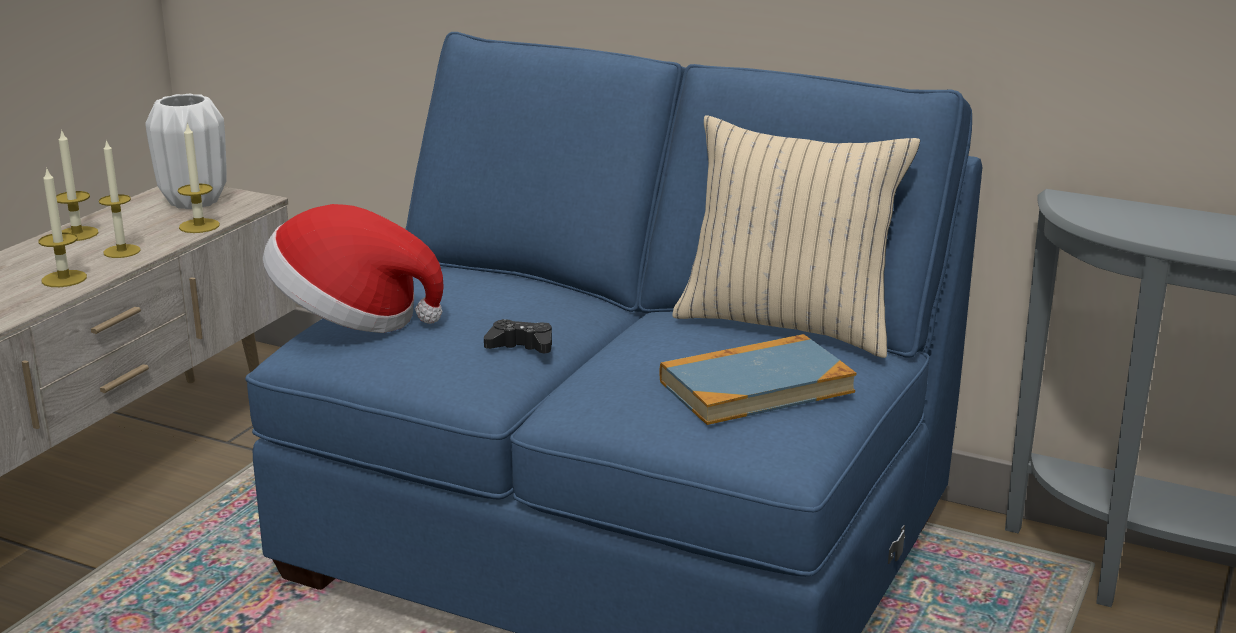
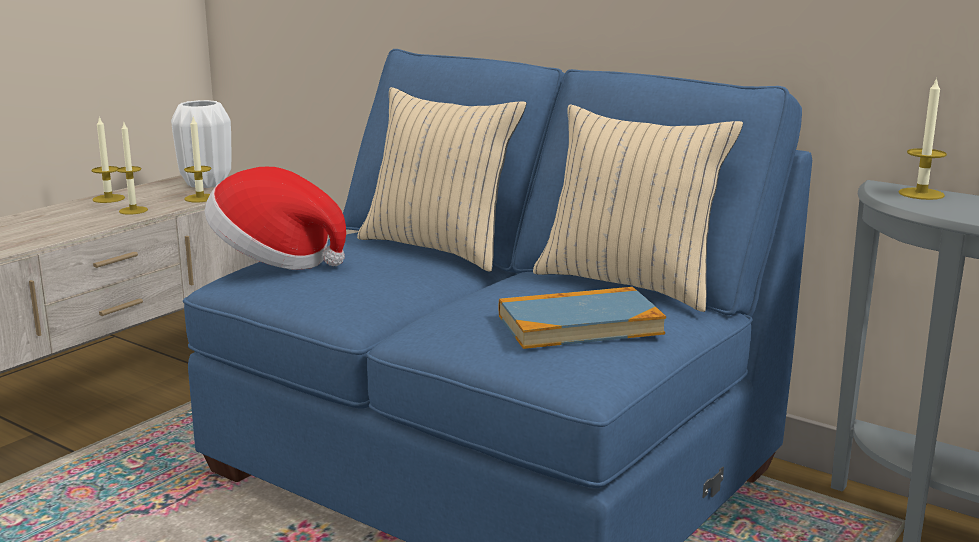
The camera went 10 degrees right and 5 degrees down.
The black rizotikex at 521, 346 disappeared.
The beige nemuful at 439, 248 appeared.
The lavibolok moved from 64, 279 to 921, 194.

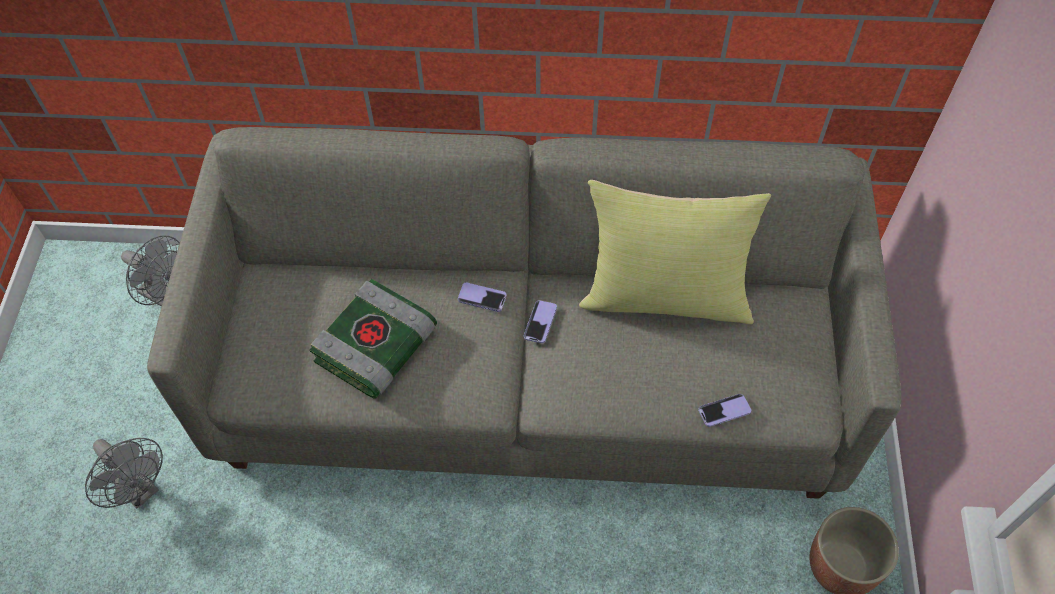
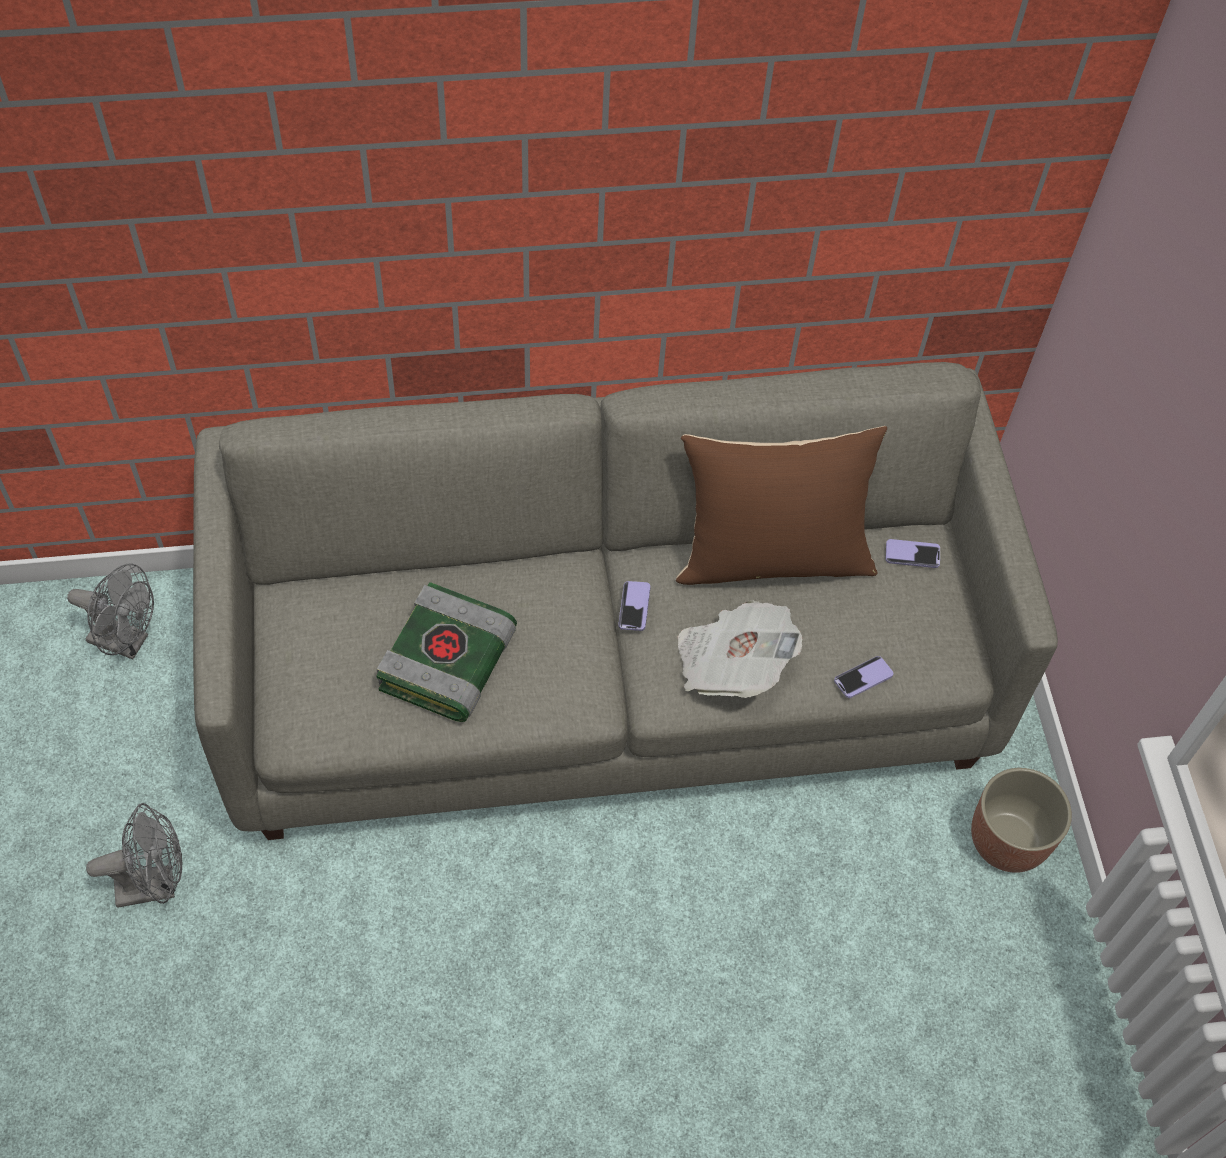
The camera went 15 degrees left and 0 degrees up.
The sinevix at 732, 664 appeared.
The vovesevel moved from 482, 298 to 912, 554.
The yellow nemuful at 666, 295 became the brown nemuful at 772, 556.
The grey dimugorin at 140, 490 turned 45 degrees counterclockwise.

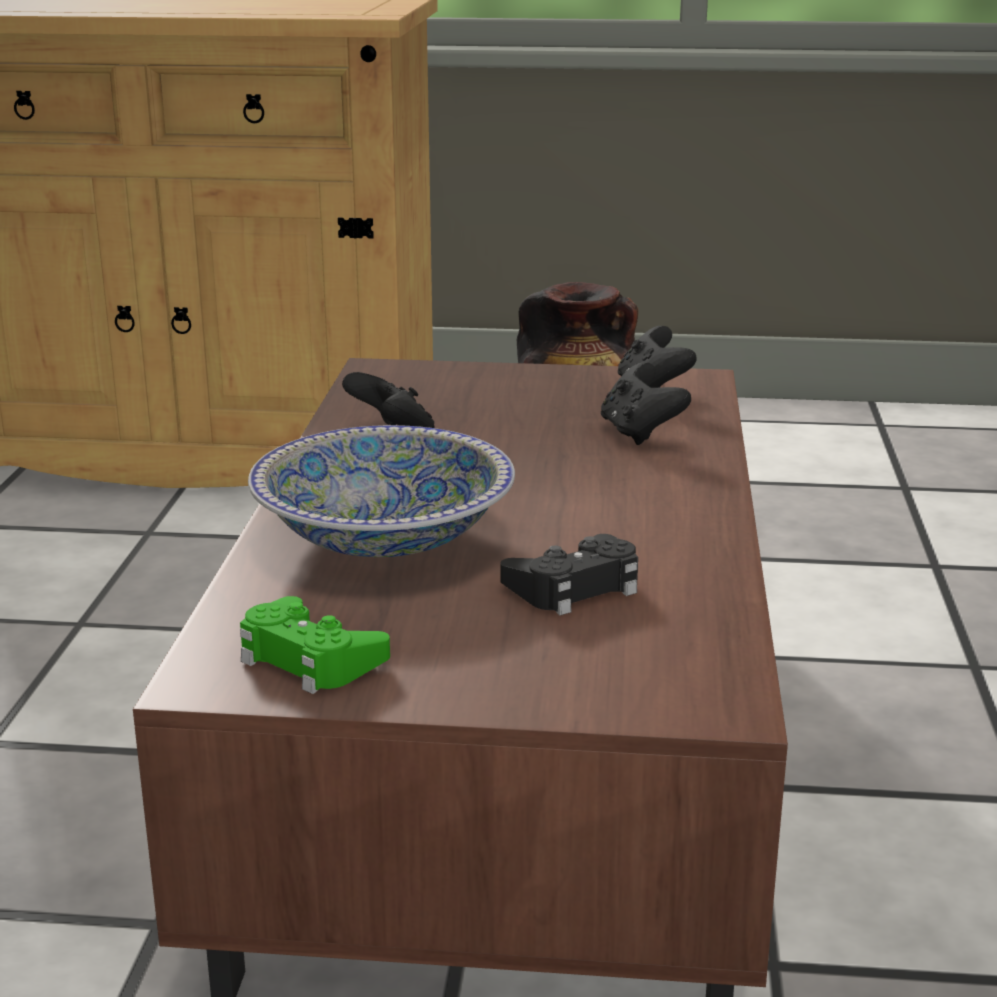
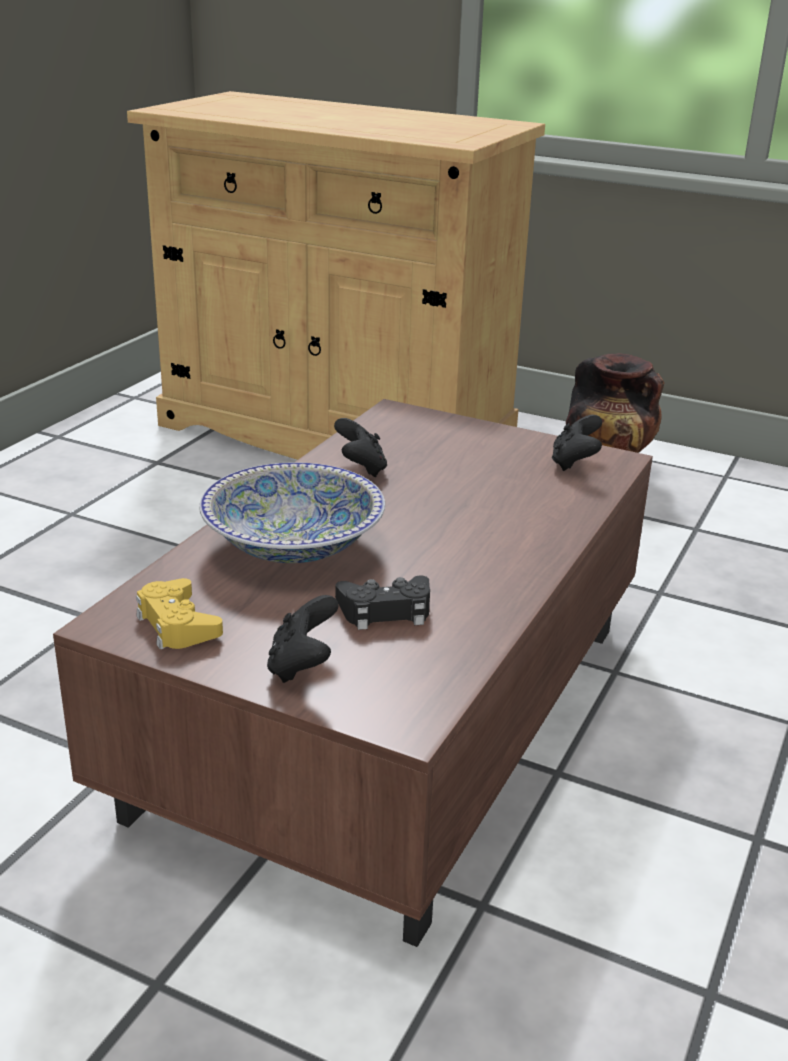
The camera went 20 degrees right and 5 degrees up.
The black rizotikex moved from 639, 433 to 302, 666.
The green rizotikex at 309, 659 became the yellow rizotikex at 177, 624.

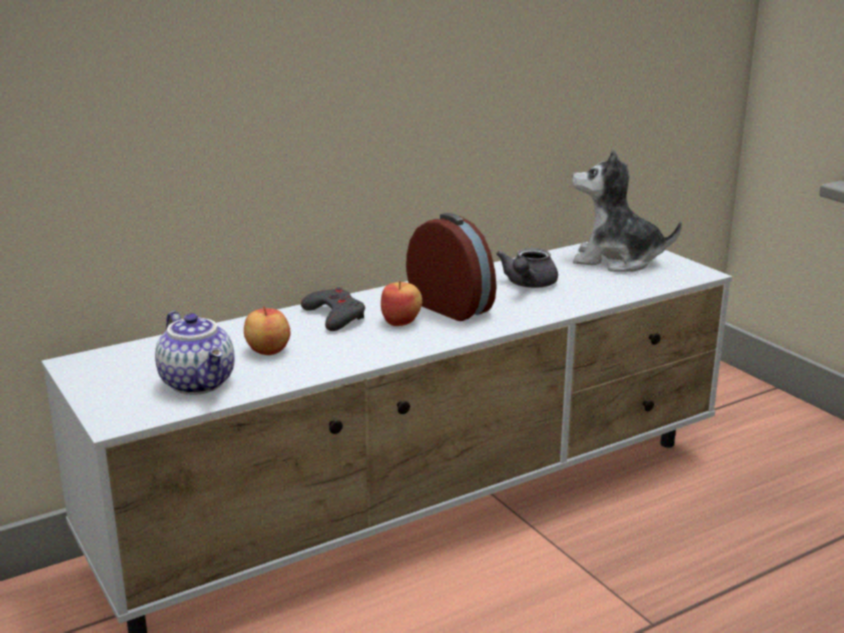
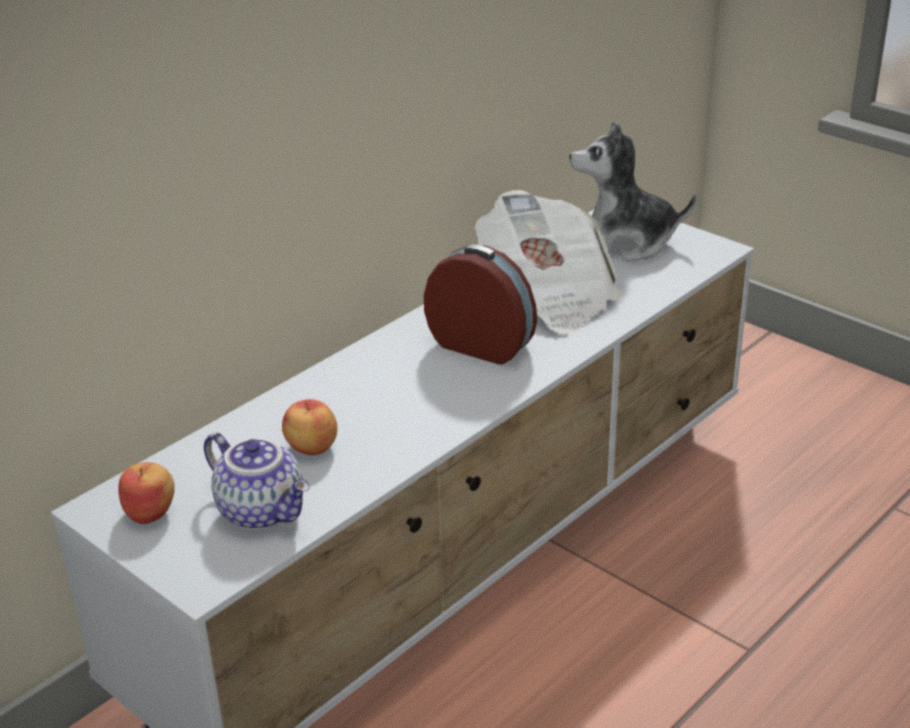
The camera went 15 degrees left and 10 degrees up.
The grey rizotikex at 335, 316 disappeared.
The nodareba moved from 401, 321 to 150, 512.
The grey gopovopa at 528, 284 was replaced by the sinevix at 547, 296.

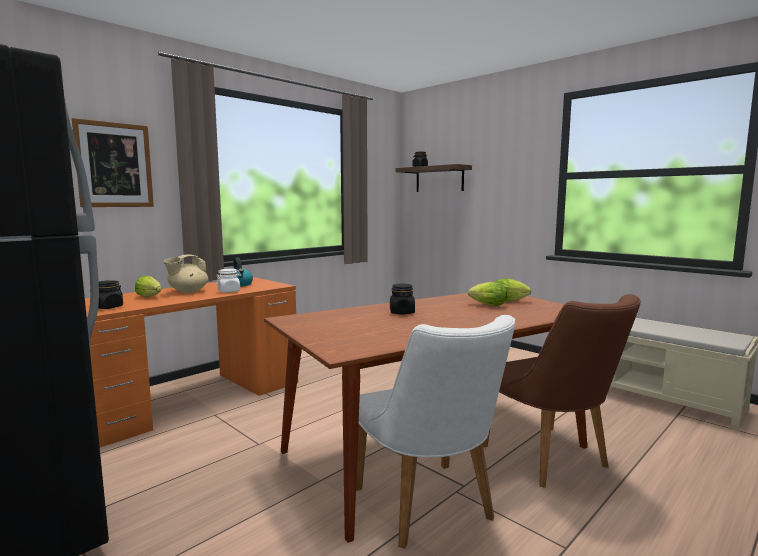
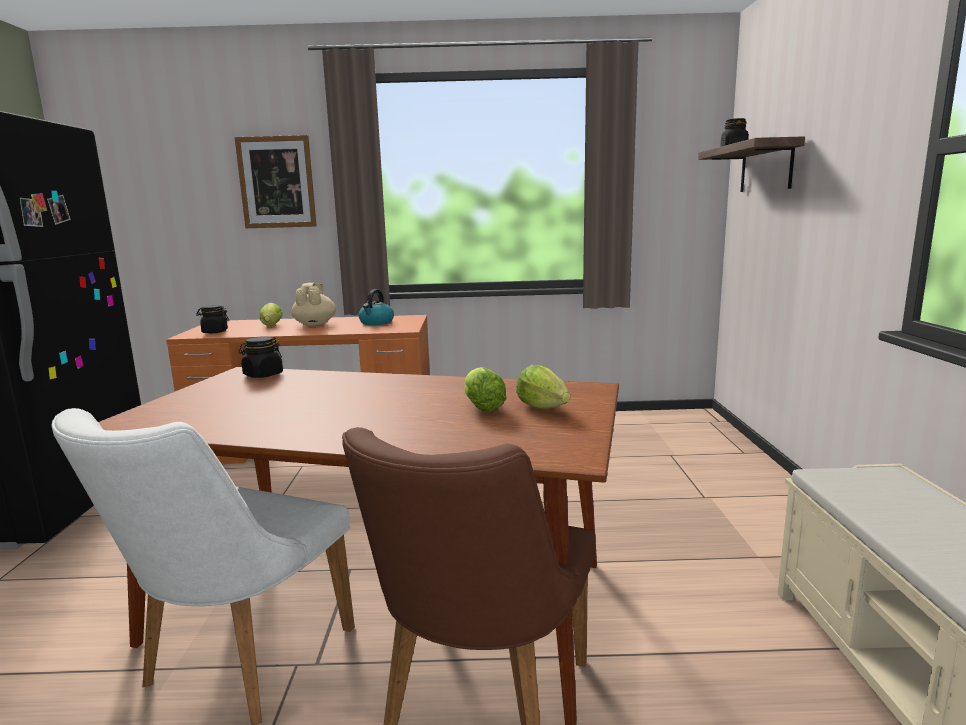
The camera went 45 degrees right and 5 degrees up.
The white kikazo at 229, 291 disappeared.
The black kikazo moved from 402, 312 to 263, 375.
The beige gopovopa at 188, 291 turned 90 degrees clockwise.

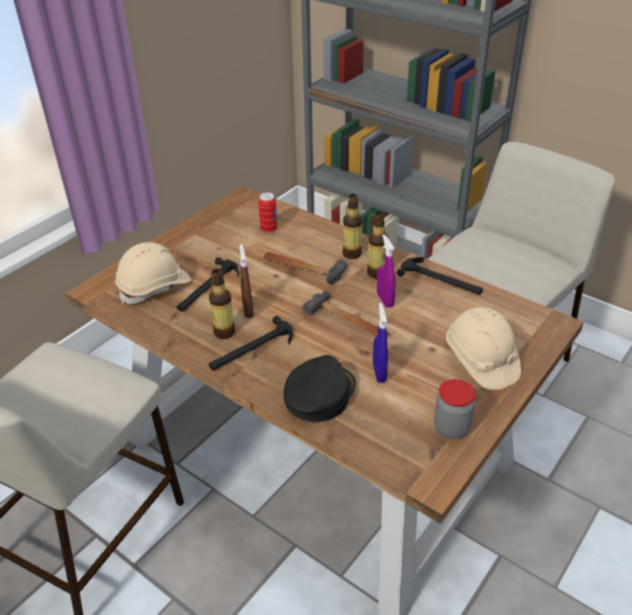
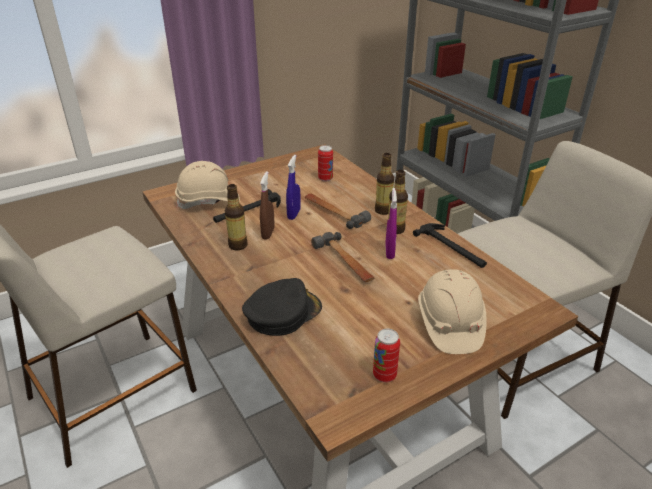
The camera went 20 degrees right and 5 degrees down.
The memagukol at 252, 349 disappeared.
The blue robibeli moved from 379, 373 to 294, 214.
The kikazo at 451, 428 was replaced by the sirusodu at 384, 375.

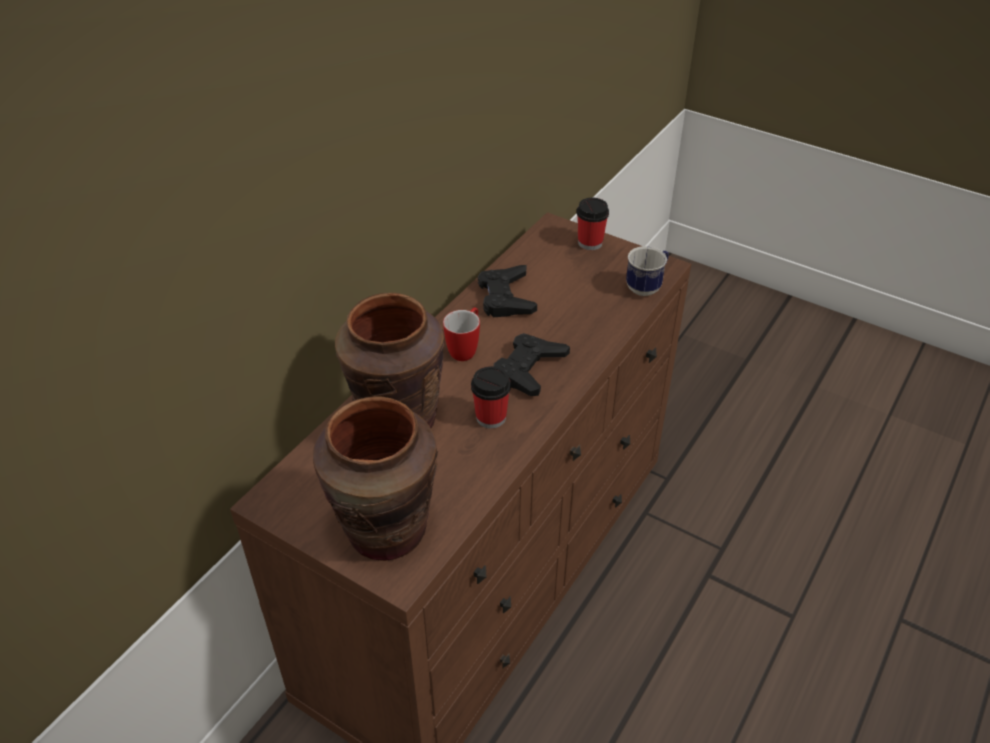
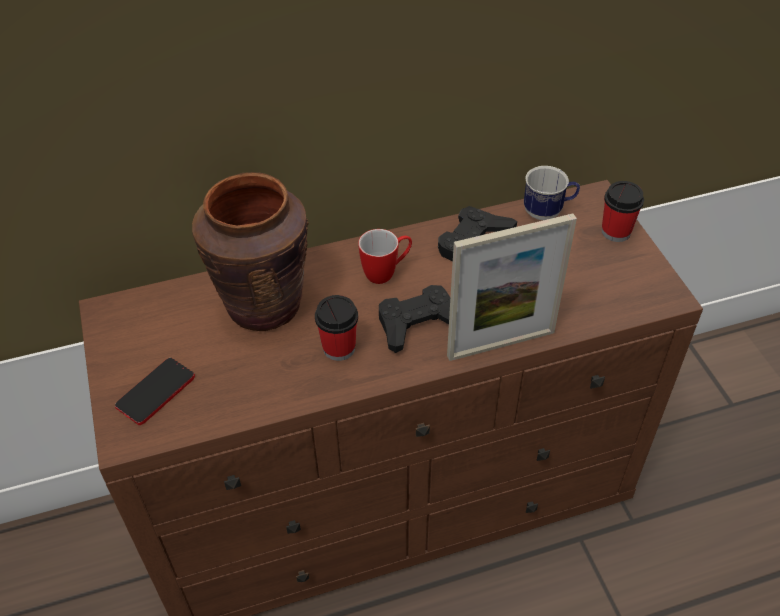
The camera went 40 degrees right and 5 degrees up.
The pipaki at 501, 344 appeared.
The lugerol moved from 647, 287 to 548, 212.
The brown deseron at 385, 531 was replaced by the vovesevel at 156, 392.

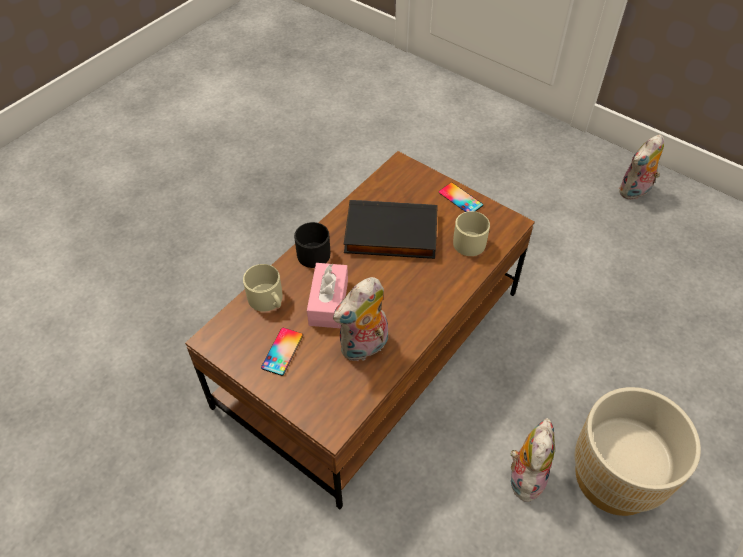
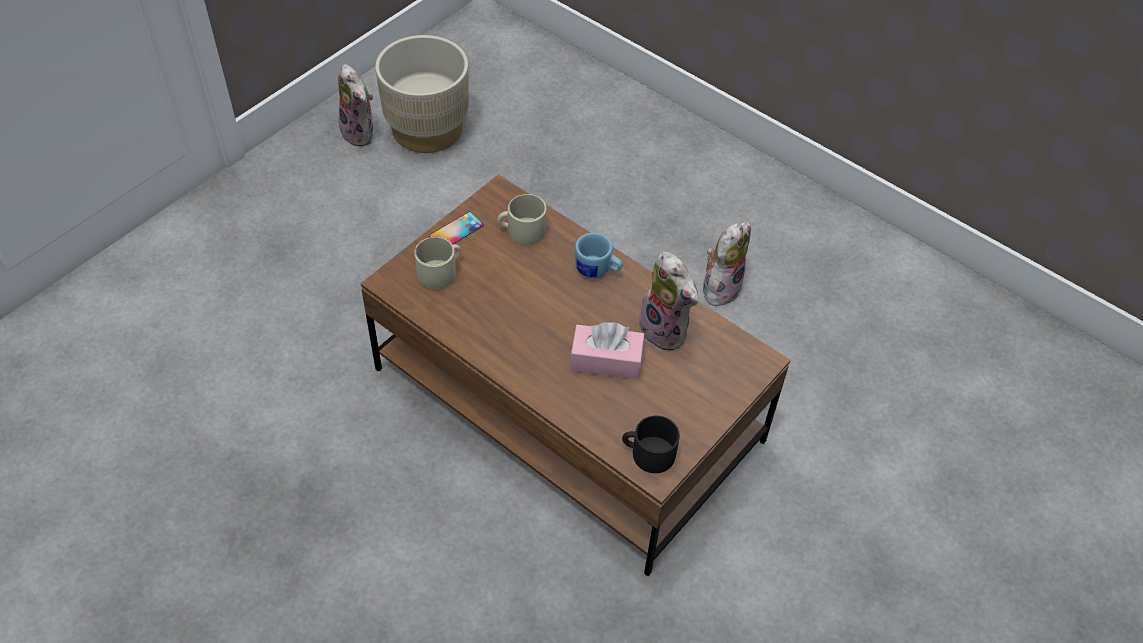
The camera went 90 degrees left and 0 degrees up.
The vovesevel at 282, 351 disappeared.
The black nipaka at 390, 235 disappeared.
The blue lugerol at 597, 271 appeared.
The beige lugerol moved from 268, 300 to 441, 272.
The black lugerol moved from 314, 251 to 648, 453.
The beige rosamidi moved from 615, 477 to 427, 129.
The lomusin at 525, 476 turned 105 degrees clockwise.

